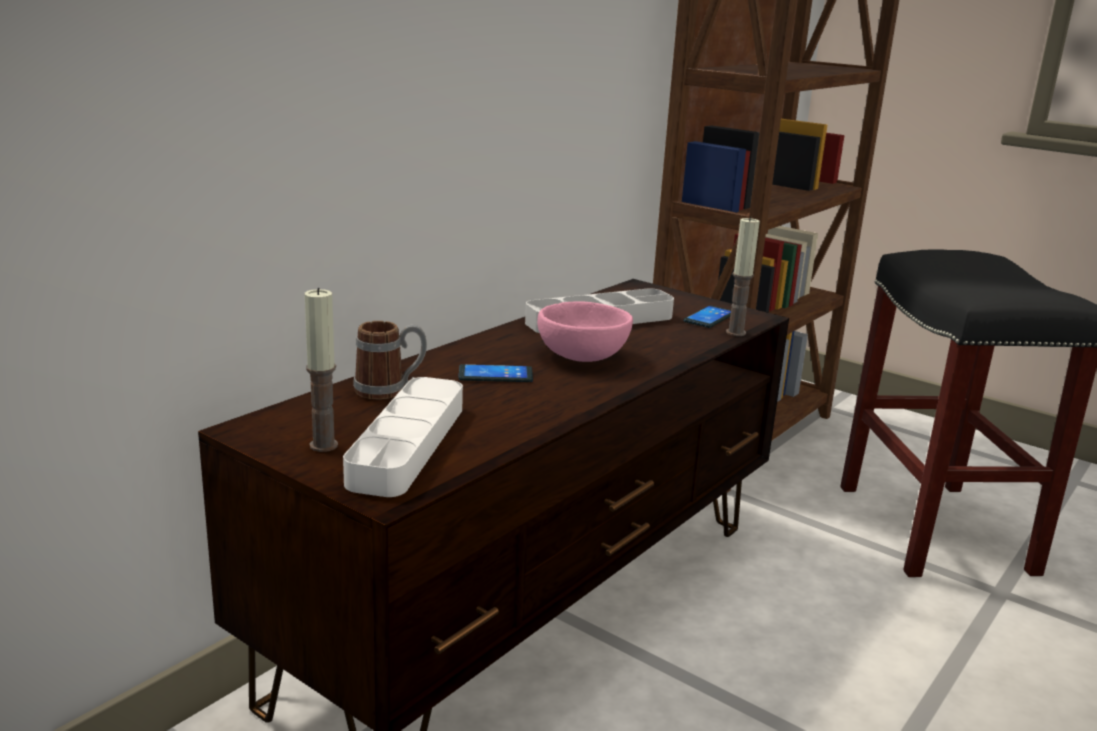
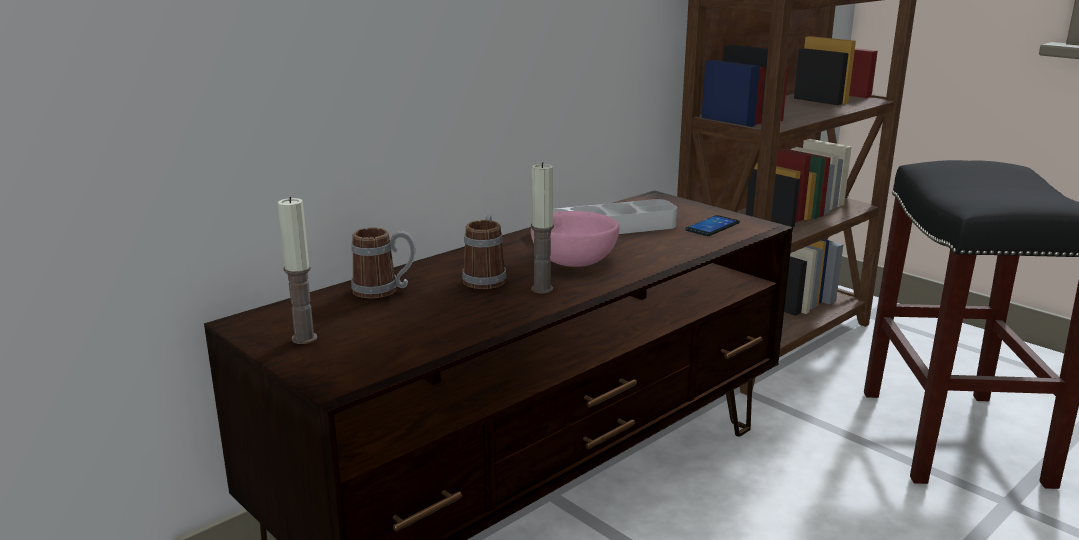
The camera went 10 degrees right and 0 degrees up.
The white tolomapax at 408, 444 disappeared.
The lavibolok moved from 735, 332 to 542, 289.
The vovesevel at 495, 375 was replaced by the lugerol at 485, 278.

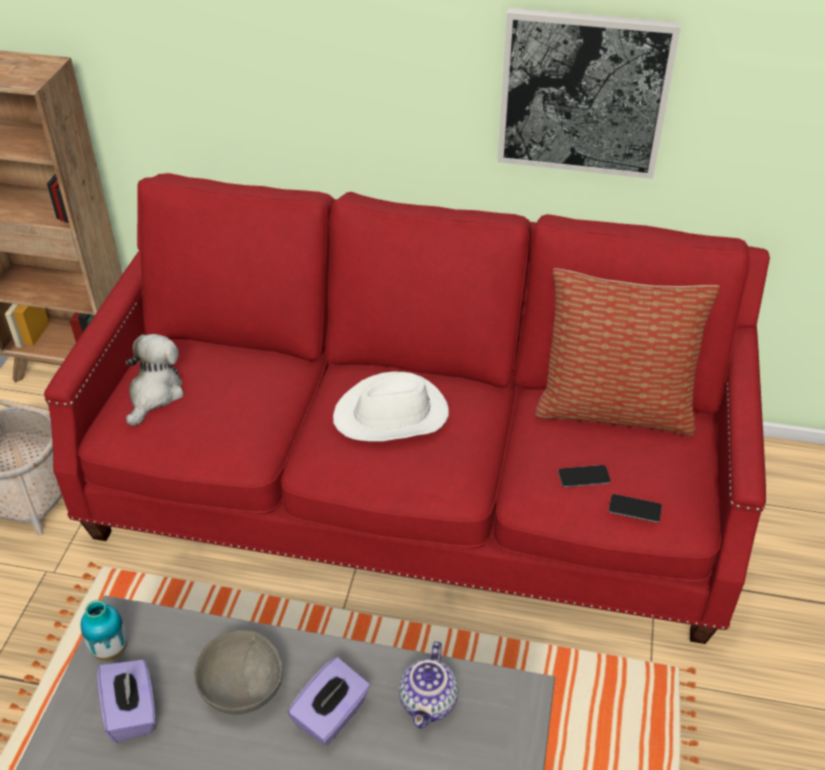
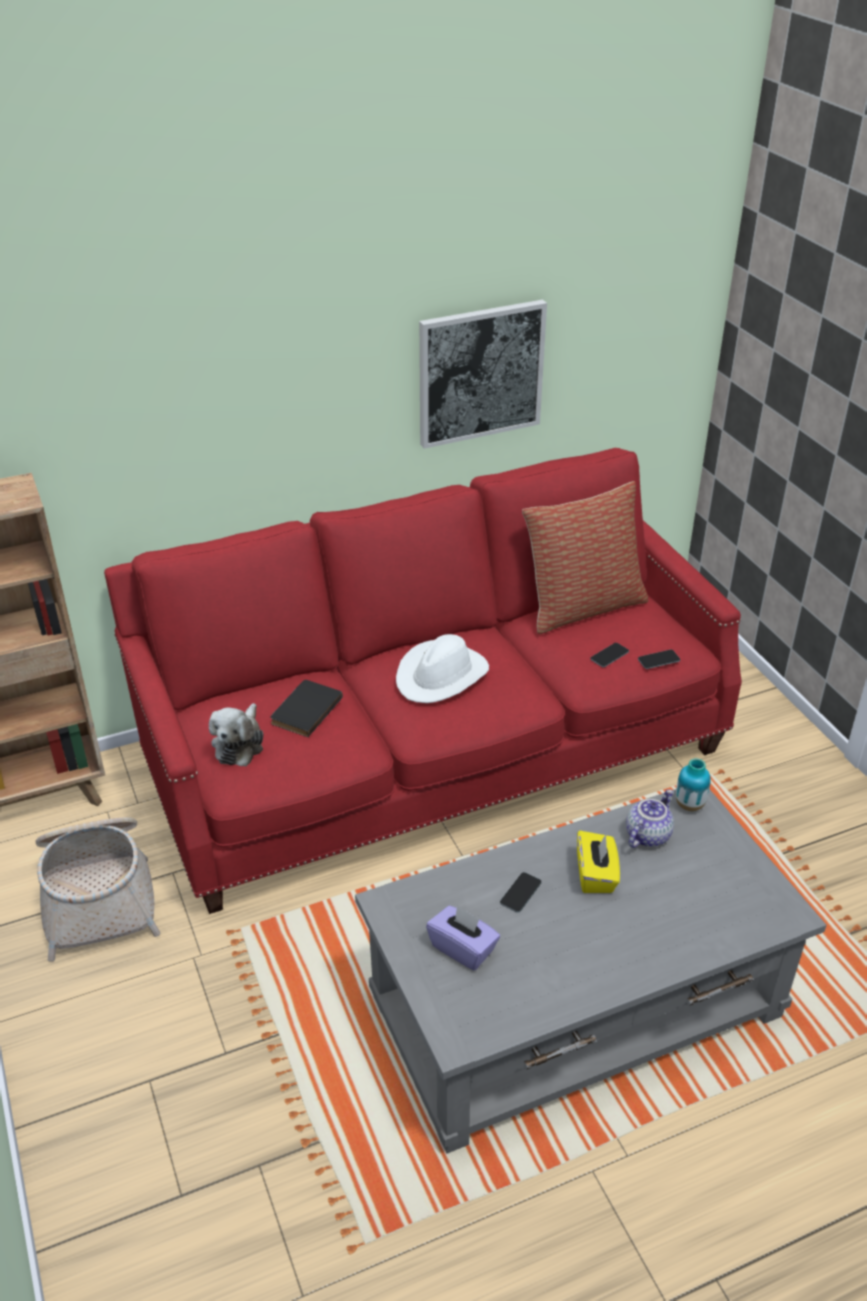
The camera went 35 degrees left and 5 degrees down.
The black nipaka at 304, 710 appeared.
The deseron moved from 110, 649 to 689, 805.
The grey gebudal at 242, 687 was replaced by the vovesevel at 520, 892.
The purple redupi at 332, 715 became the yellow redupi at 596, 875.
The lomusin at 155, 394 turned 150 degrees counterclockwise.
The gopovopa at 429, 703 turned 120 degrees counterclockwise.

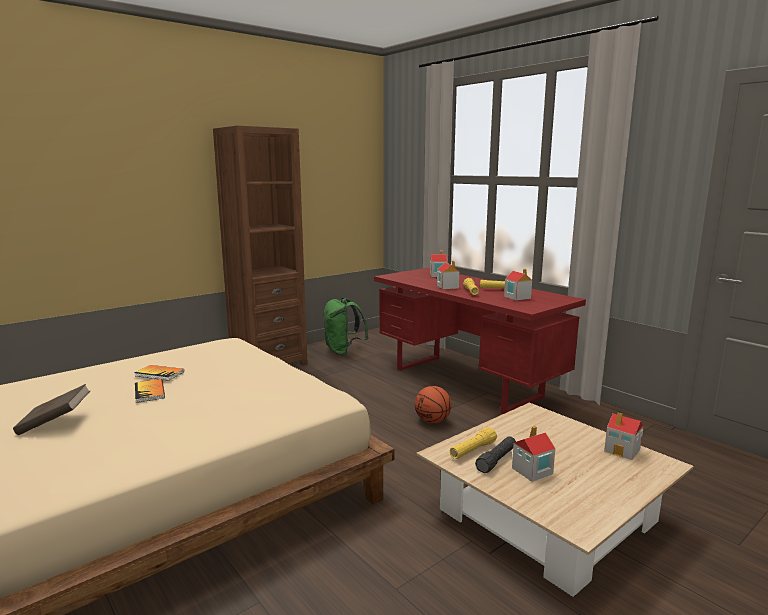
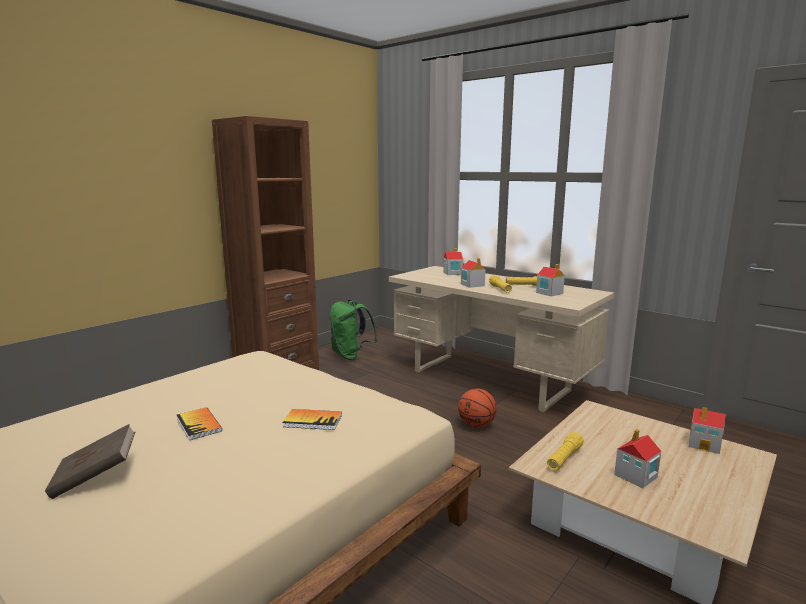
The camera went 10 degrees left and 0 degrees up.
The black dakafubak at 496, 460 disappeared.
The nipaka moved from 159, 374 to 313, 421.
The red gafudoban at 467, 382 became the beige gafudoban at 490, 380.

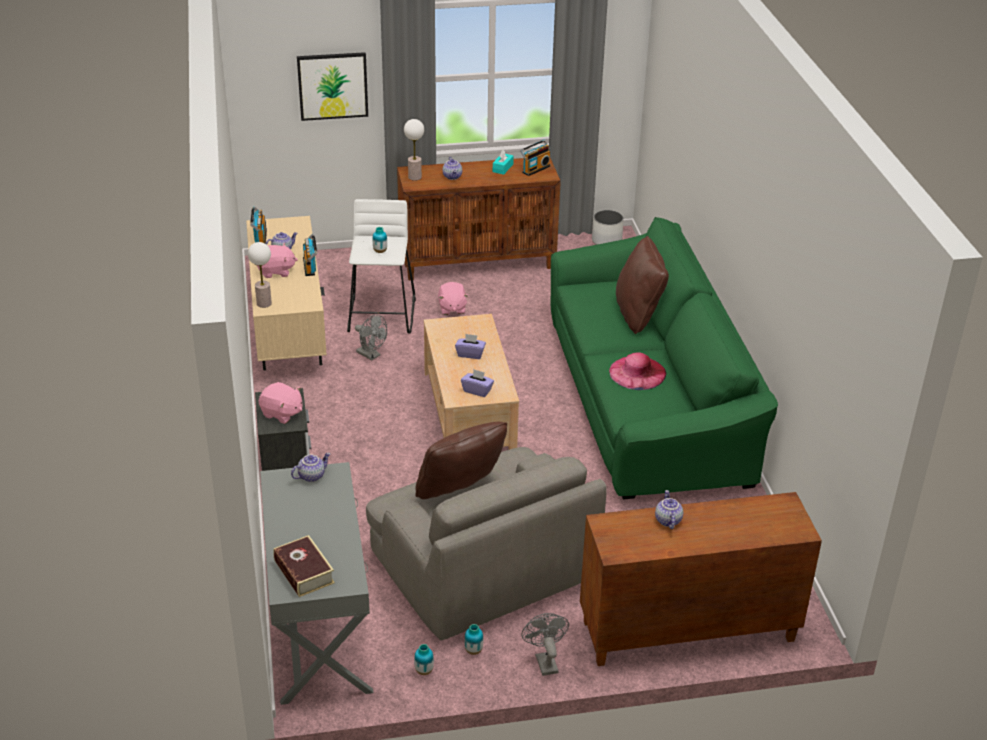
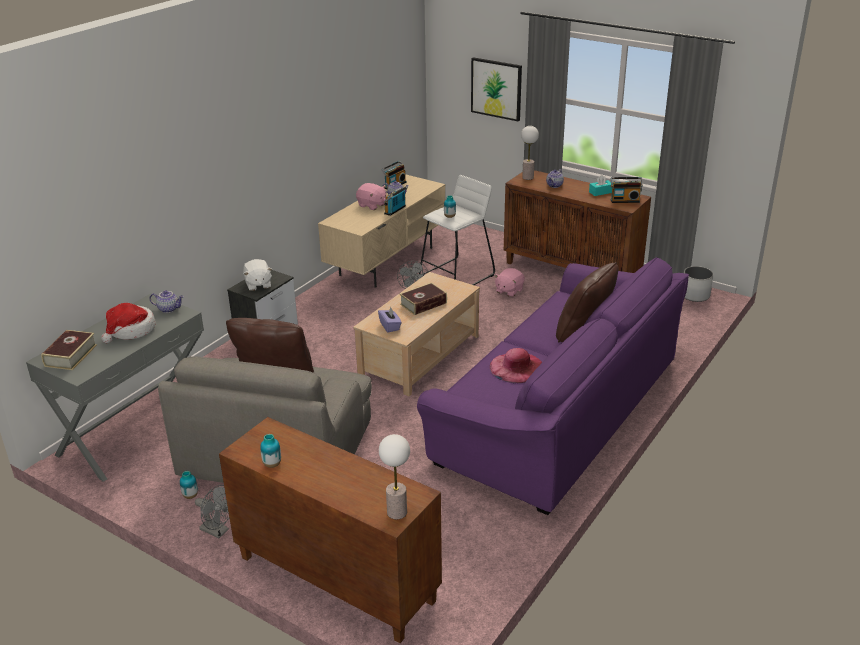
The camera went 45 degrees right and 5 degrees down.
The gopovopa at 667, 520 disappeared.
The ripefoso at 130, 330 appeared.
The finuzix moved from 264, 303 to 396, 512.
The deseron moved from 424, 671 to 272, 464.
The purple redupi at 470, 354 was replaced by the nipaka at 423, 304.
The pink lomusin at 282, 413 became the white lomusin at 258, 284.
The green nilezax at 646, 400 became the purple nilezax at 557, 410.
The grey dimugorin at 544, 660 turned 90 degrees clockwise.

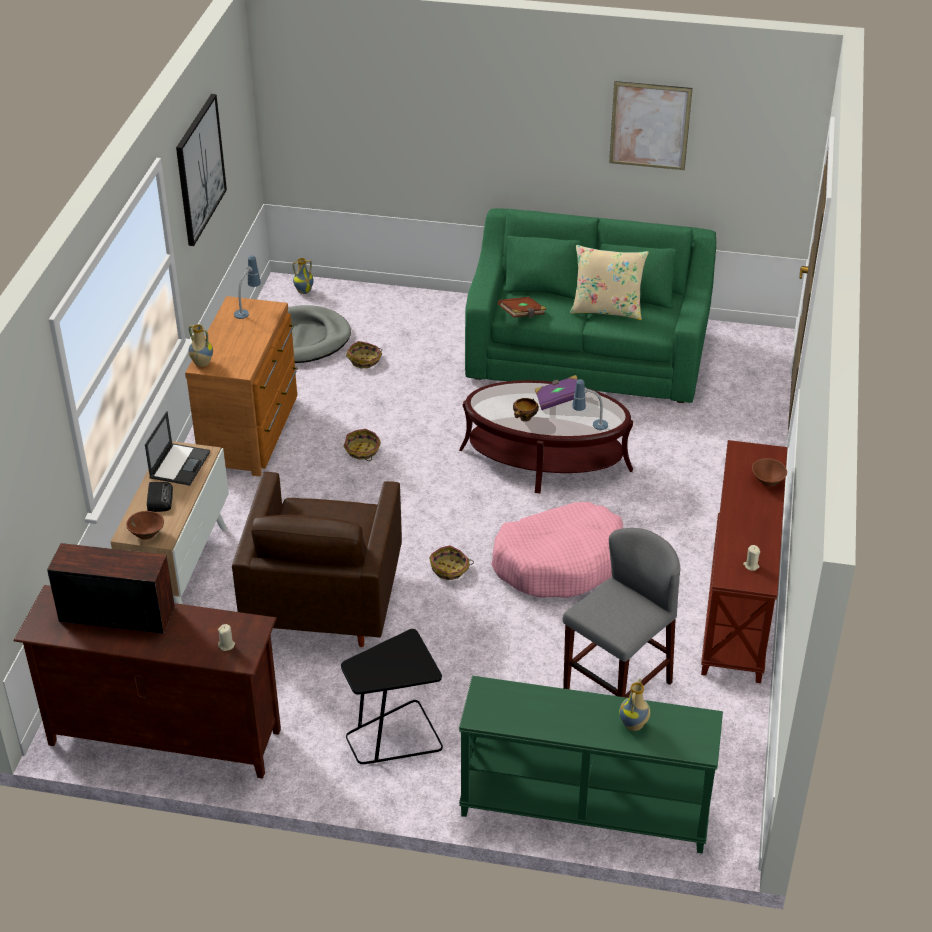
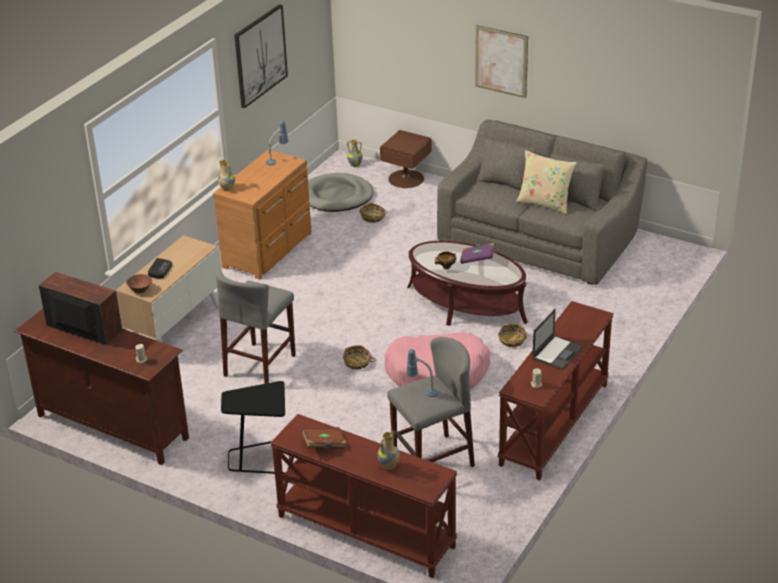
The camera went 20 degrees right and 5 degrees down.
The brown gebudal at 767, 481 disappeared.
The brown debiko at 406, 178 appeared.
The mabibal moved from 180, 464 to 557, 352.
The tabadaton moved from 362, 451 to 512, 340.
The brown nipaka moved from 522, 315 to 324, 444.
The finuzix moved from 589, 426 to 422, 391.
The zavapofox moved from 650, 125 to 501, 61.
The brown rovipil at 324, 600 was replaced by the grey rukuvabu at 260, 365.
The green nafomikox at 583, 810 became the brown nafomikox at 364, 532.
The green nilezax at 587, 352 became the grey nilezax at 538, 238.

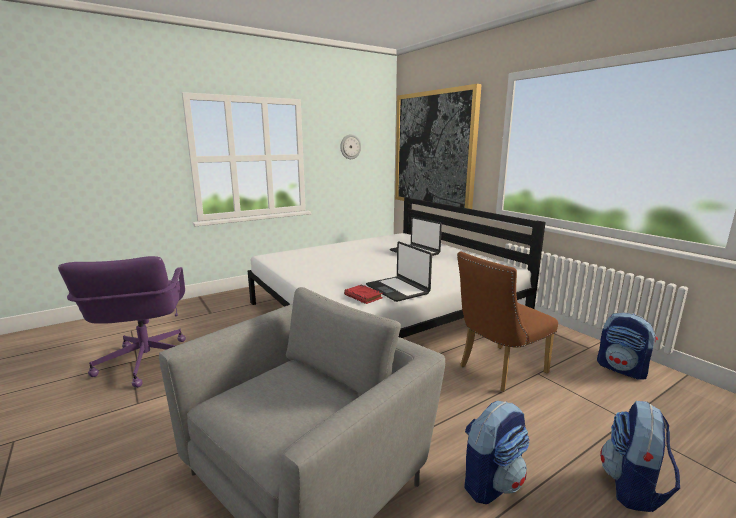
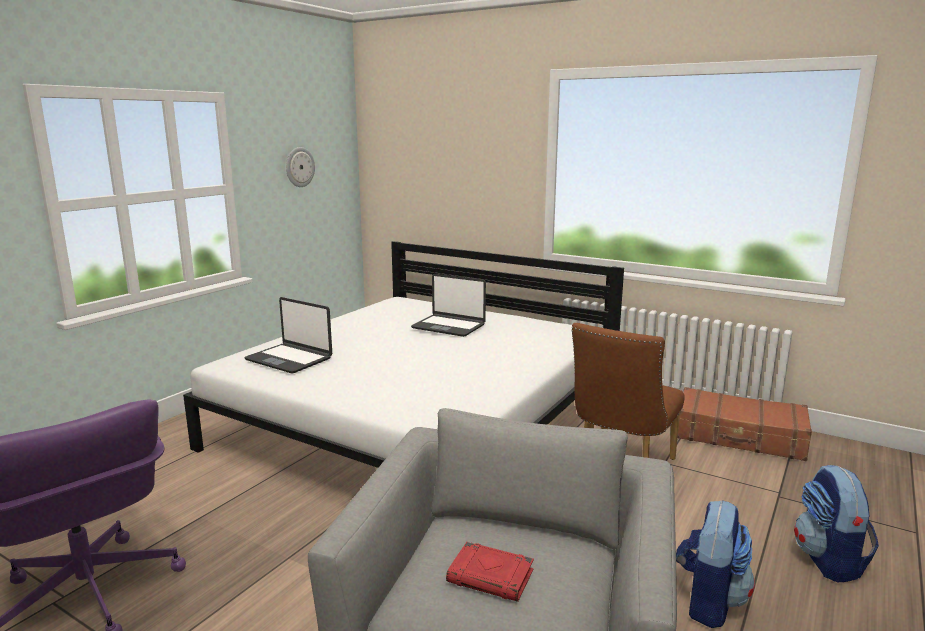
The camera went 25 degrees left and 0 degrees up.
The zavapofox at 434, 150 disappeared.
The red nipaka moved from 363, 297 to 491, 576.
The mabibal moved from 398, 289 to 289, 359.
The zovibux at 622, 369 was replaced by the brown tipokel at 739, 436.

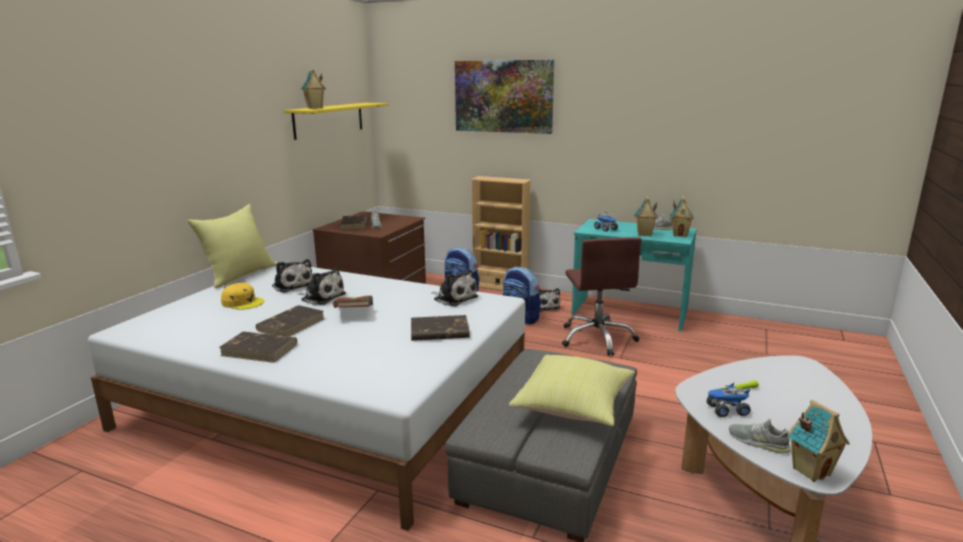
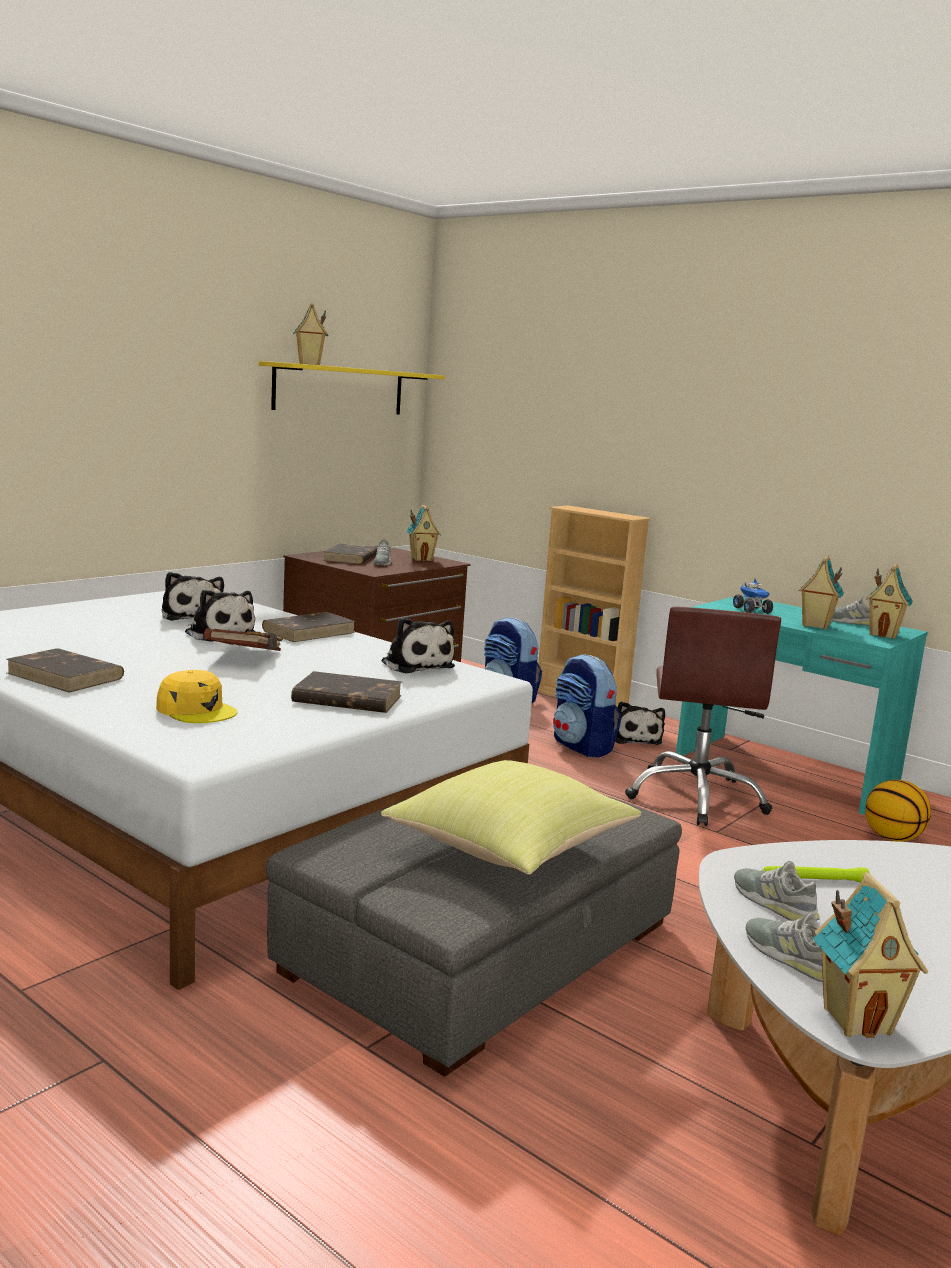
The camera went 15 degrees right and 5 degrees down.
The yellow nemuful at 239, 275 disappeared.
The zavapofox at 503, 96 disappeared.
The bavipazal at 421, 559 appeared.
The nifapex at 892, 838 appeared.
The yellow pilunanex moved from 243, 302 to 196, 710.
The brown nipaka moved from 291, 324 to 309, 631.
The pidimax at 726, 411 was replaced by the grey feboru at 774, 903.

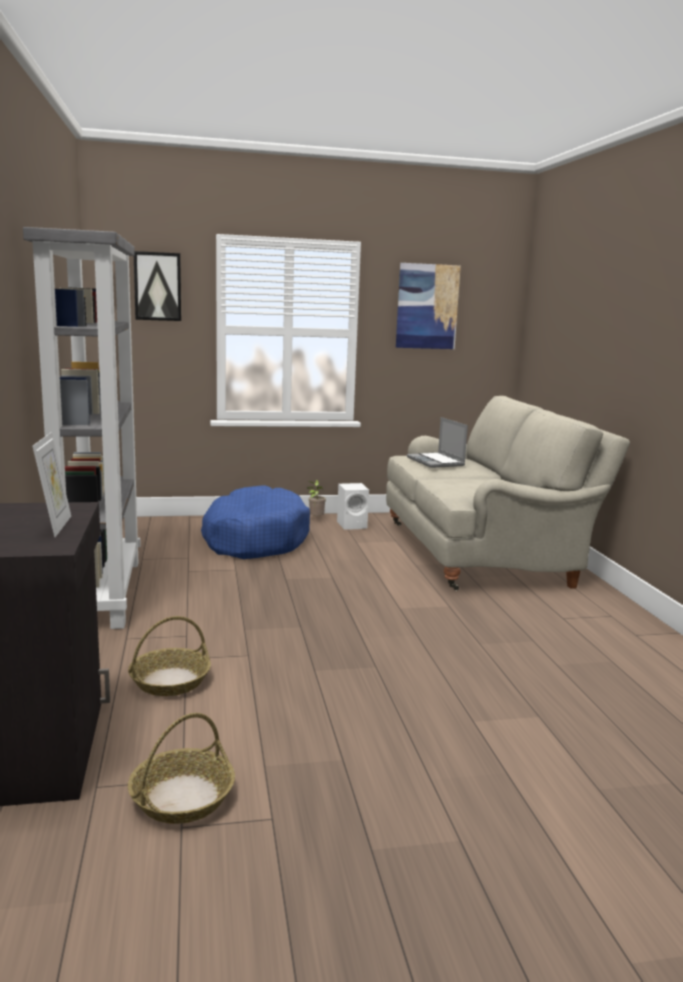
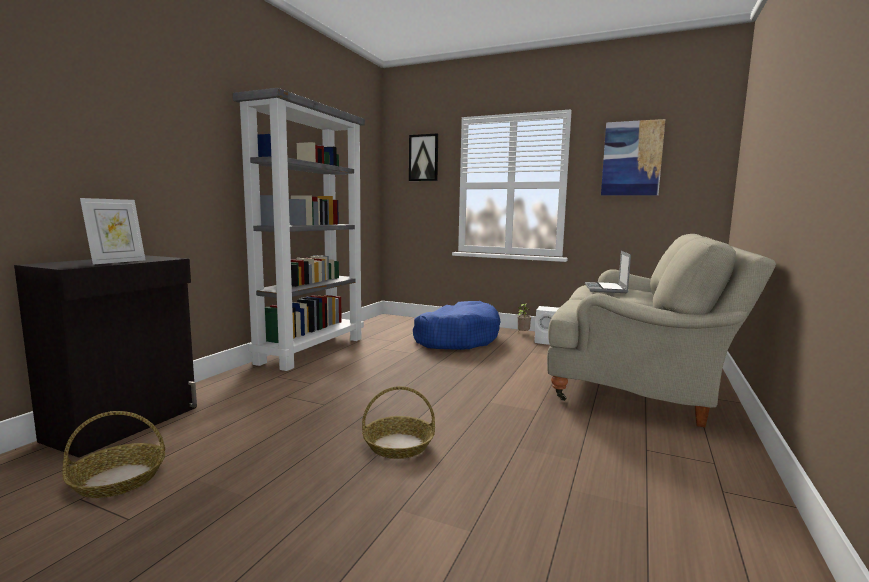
The camera went 35 degrees right and 5 degrees down.
The tabadaton moved from 170, 681 to 399, 445.

